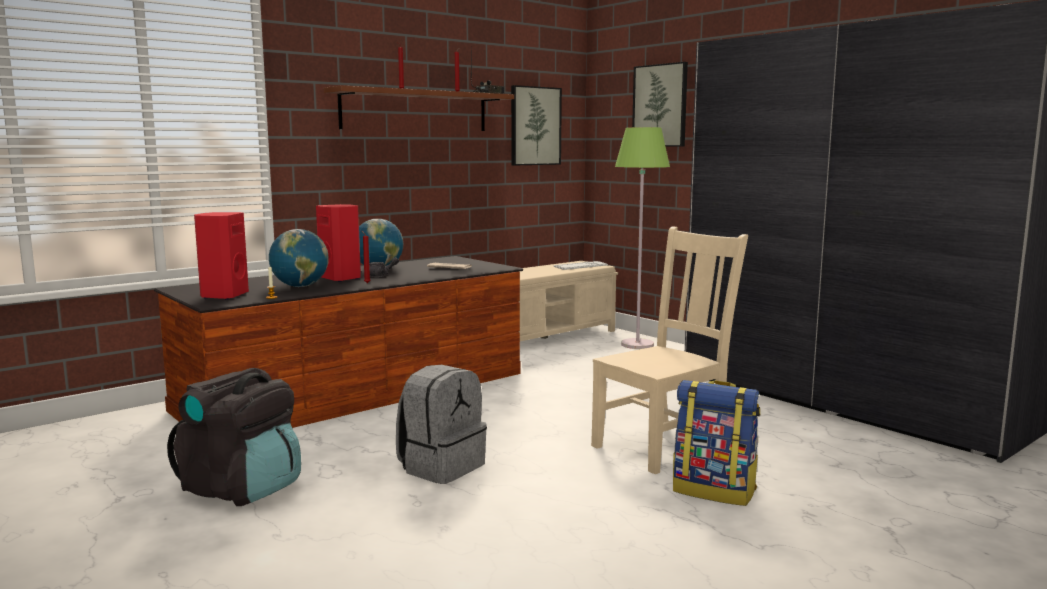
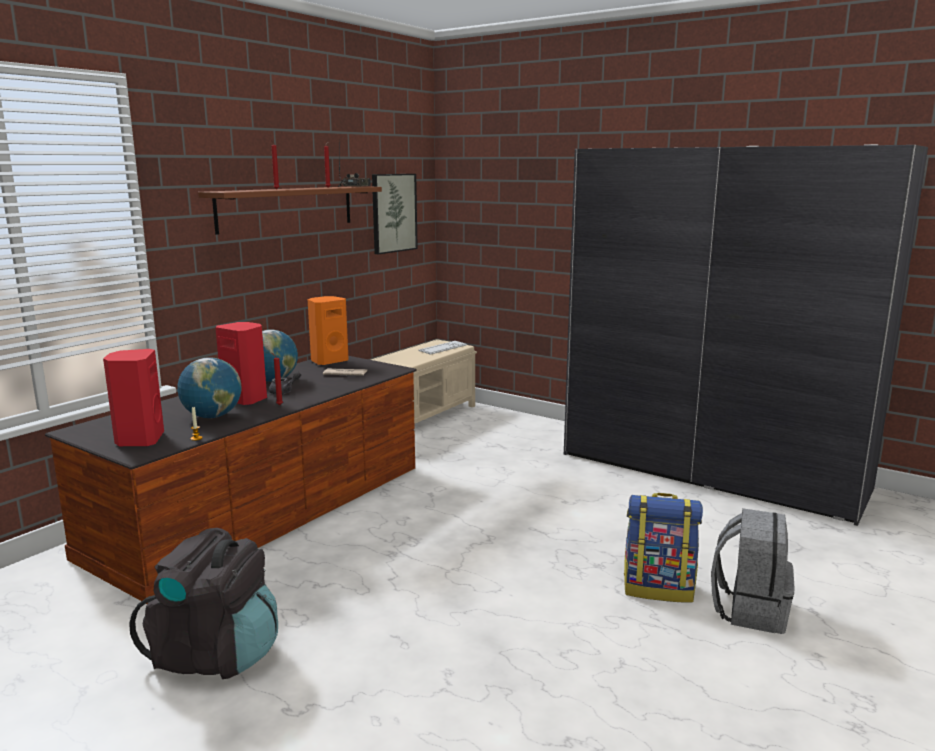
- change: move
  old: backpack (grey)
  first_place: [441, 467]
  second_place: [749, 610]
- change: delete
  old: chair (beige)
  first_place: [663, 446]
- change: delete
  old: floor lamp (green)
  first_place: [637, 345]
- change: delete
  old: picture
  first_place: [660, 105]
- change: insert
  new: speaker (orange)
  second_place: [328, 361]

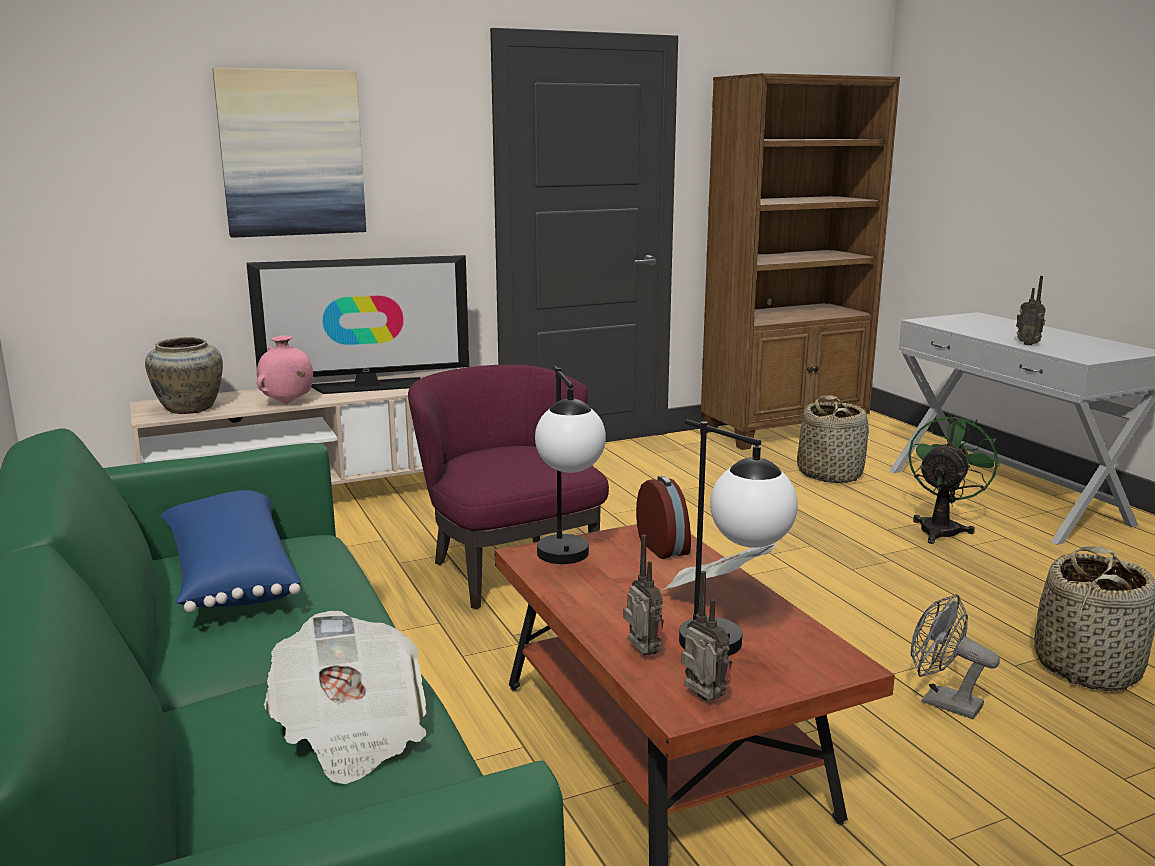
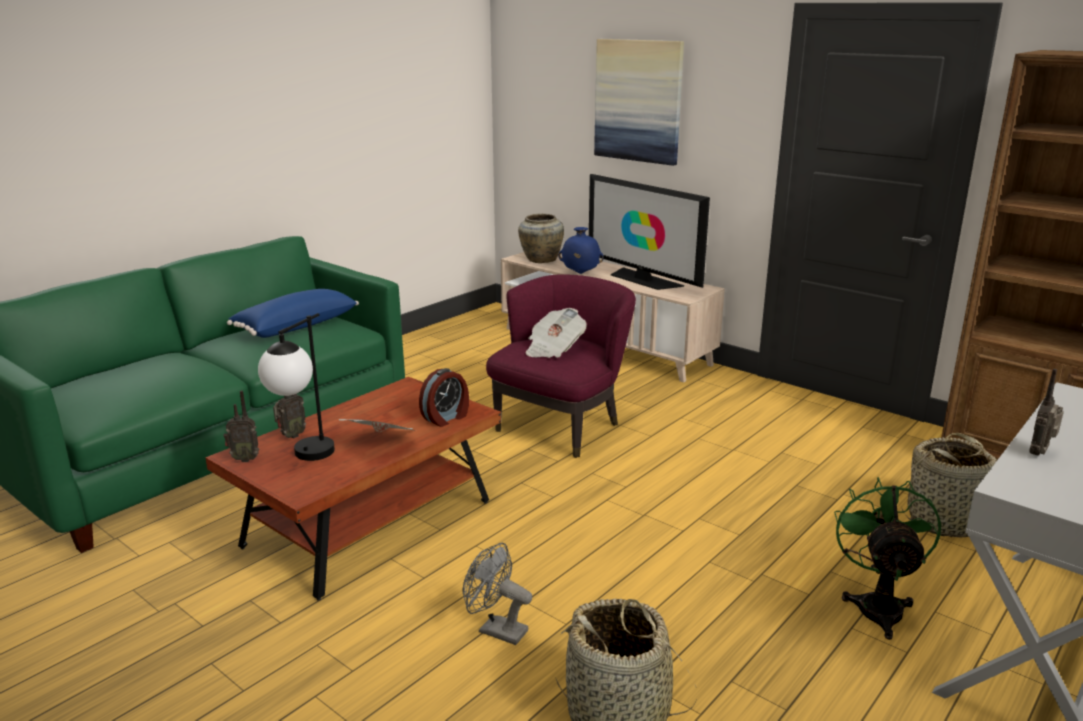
- change: recolor
  old: vase (pink)
  new: vase (blue)
  first_place: [287, 403]
  second_place: [580, 273]
- change: move
  old: newspaper
  first_place: [350, 732]
  second_place: [553, 349]
- change: delete
  old: table lamp
  first_place: [567, 562]
- change: rotate
  old: radio
  first_place: [702, 700]
  second_place: [245, 459]
  degrees: 60
- change: rotate
  old: fan (green)
  first_place: [942, 528]
  second_place: [877, 605]
  degrees: -90
- change: rotate
  old: fan (grey)
  first_place: [942, 702]
  second_place: [496, 630]
  degrees: -75

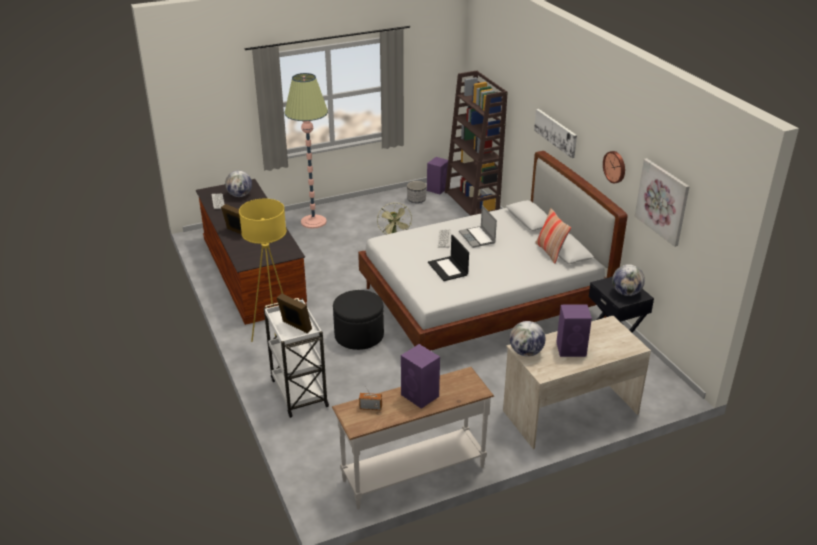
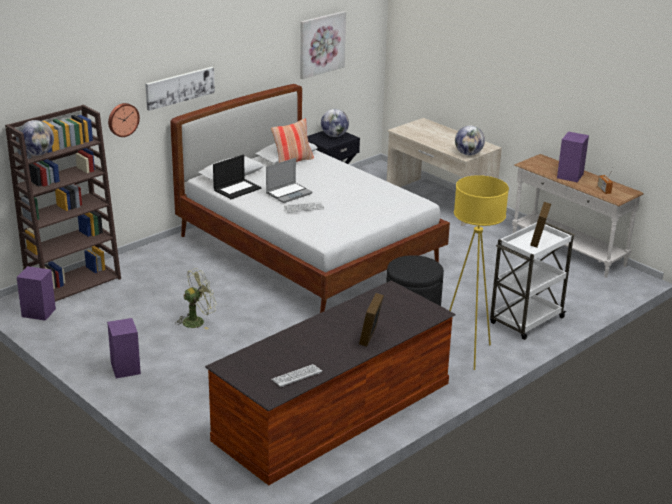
- change: move
  old: globe
  first_place: [240, 195]
  second_place: [37, 154]
- change: delete
  old: floor lamp
  first_place: [313, 222]
- change: delete
  old: planter
  first_place: [416, 200]
- change: move
  old: laptop
  first_place: [448, 269]
  second_place: [237, 189]
- change: move
  old: speaker (purple)
  first_place: [572, 349]
  second_place: [125, 368]
- change: move
  old: wall clock
  first_place: [615, 166]
  second_place: [122, 119]

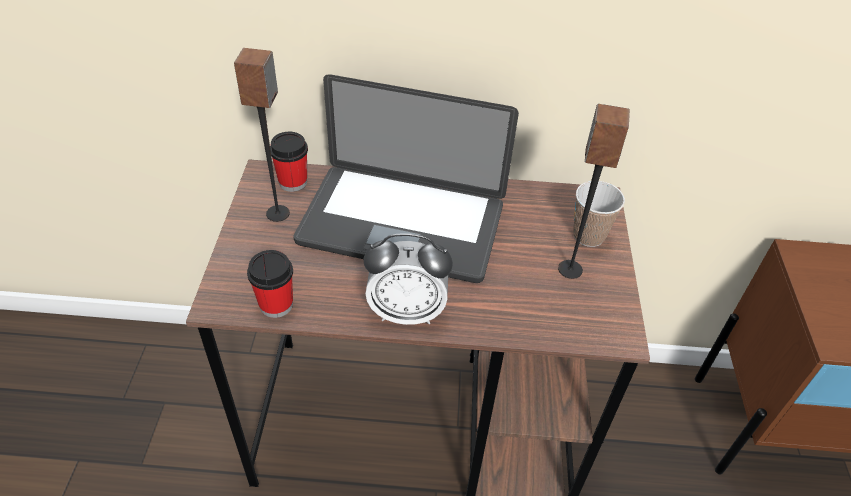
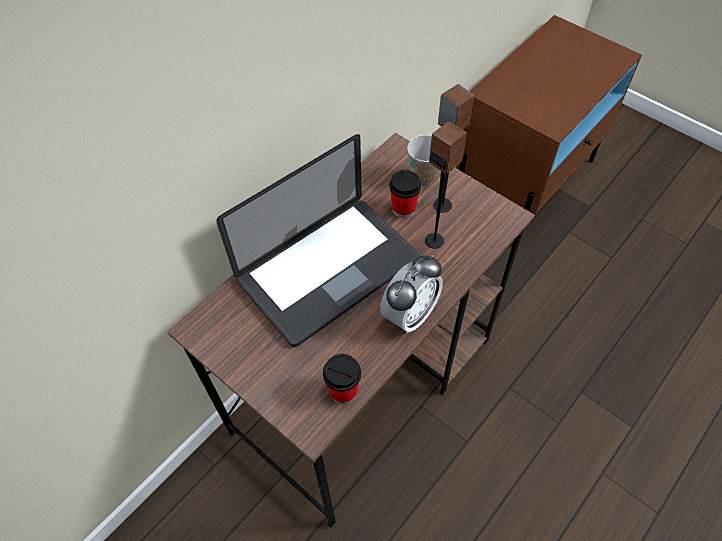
- change: move
  old: speaker
  first_place: [278, 213]
  second_place: [434, 240]
- change: move
  old: cup
  first_place: [293, 182]
  second_place: [403, 208]

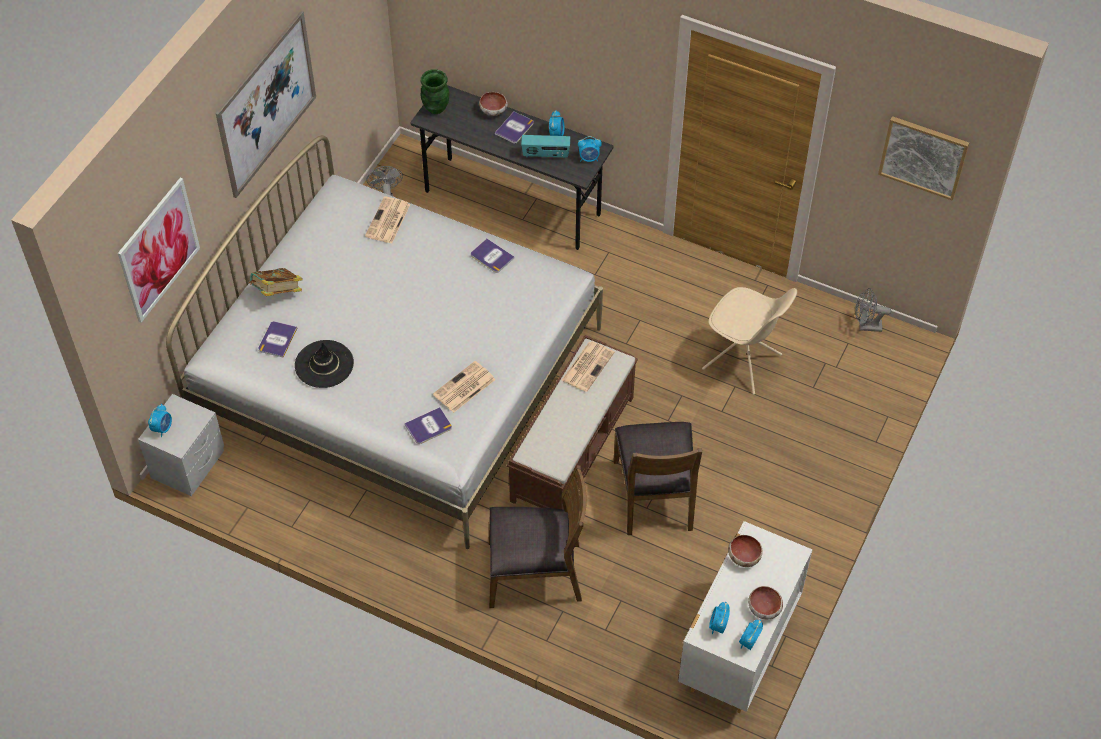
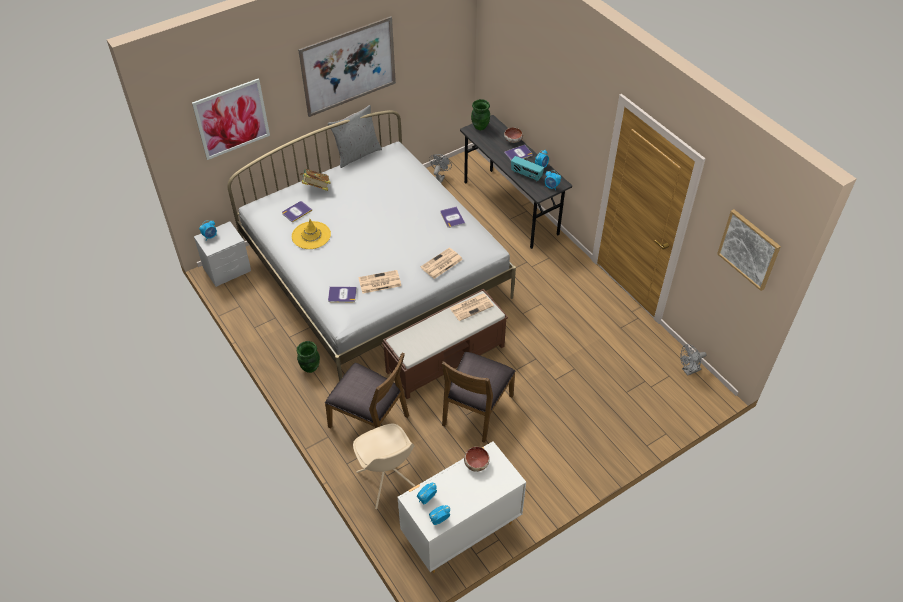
- change: recolor
  old: hat (black)
  new: hat (yellow)
  first_place: [324, 364]
  second_place: [311, 235]
- change: move
  old: newspaper
  first_place: [388, 221]
  second_place: [441, 264]
- change: move
  old: chair (beige)
  first_place: [743, 363]
  second_place: [387, 482]
- change: delete
  old: bowl
  first_place: [765, 608]
- change: rotate
  old: fan (grey)
  first_place: [866, 326]
  second_place: [689, 371]
  degrees: -60
- change: insert
  new: vase (green)
  second_place: [310, 367]
- change: insert
  new: pillow (grey)
  second_place: [357, 154]

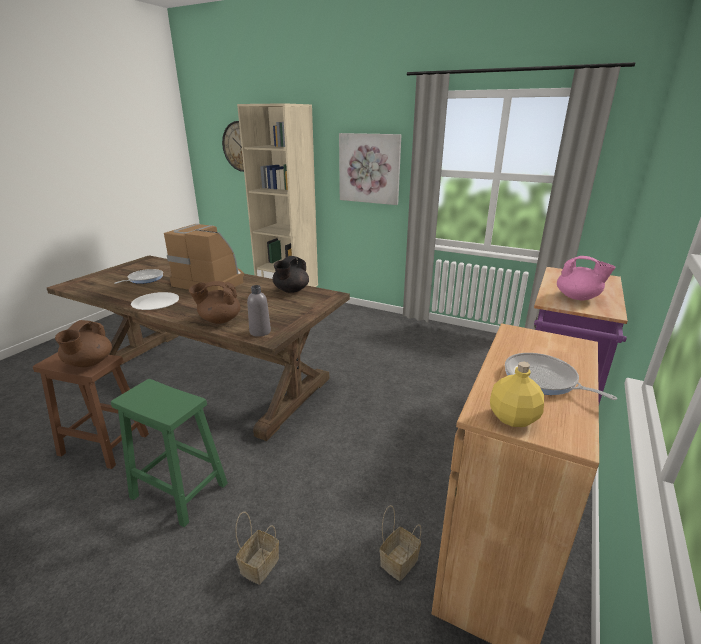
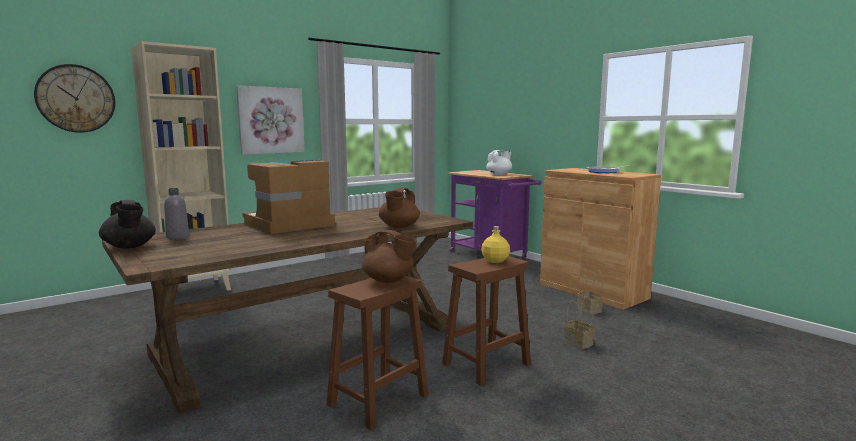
- change: recolor
  old: stool (green)
  new: stool (brown)
  first_place: [178, 490]
  second_place: [485, 364]
- change: delete
  old: frying pan
  first_place: [144, 279]
- change: delete
  old: plate (white)
  first_place: [155, 302]
- change: move
  old: bottle (grey)
  first_place: [260, 332]
  second_place: [178, 237]
- change: move
  old: teapot (black)
  first_place: [291, 290]
  second_place: [130, 247]
- change: move
  old: bottle (yellow)
  first_place: [513, 418]
  second_place: [495, 261]
- change: recolor
  old: teapot (pink)
  new: teapot (white)
  first_place: [578, 297]
  second_place: [499, 174]

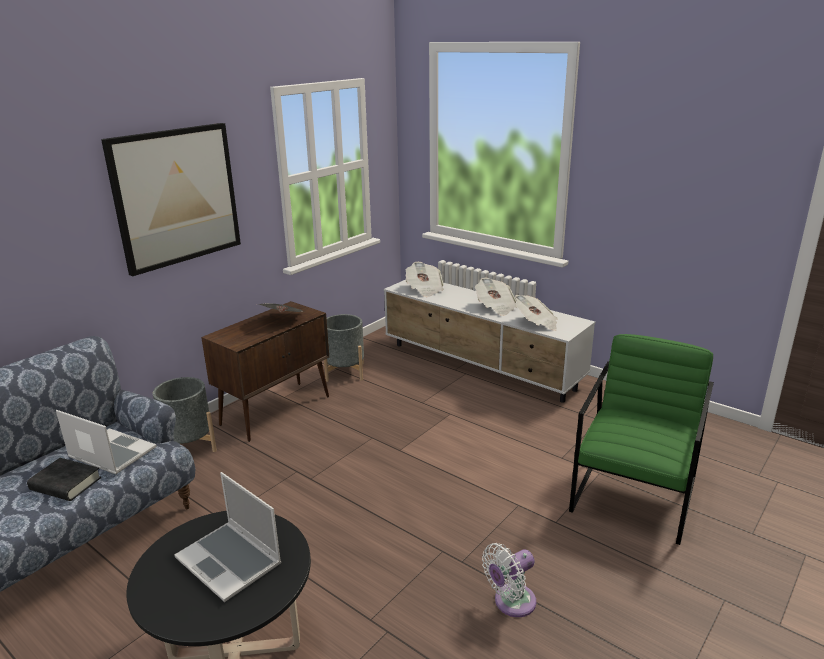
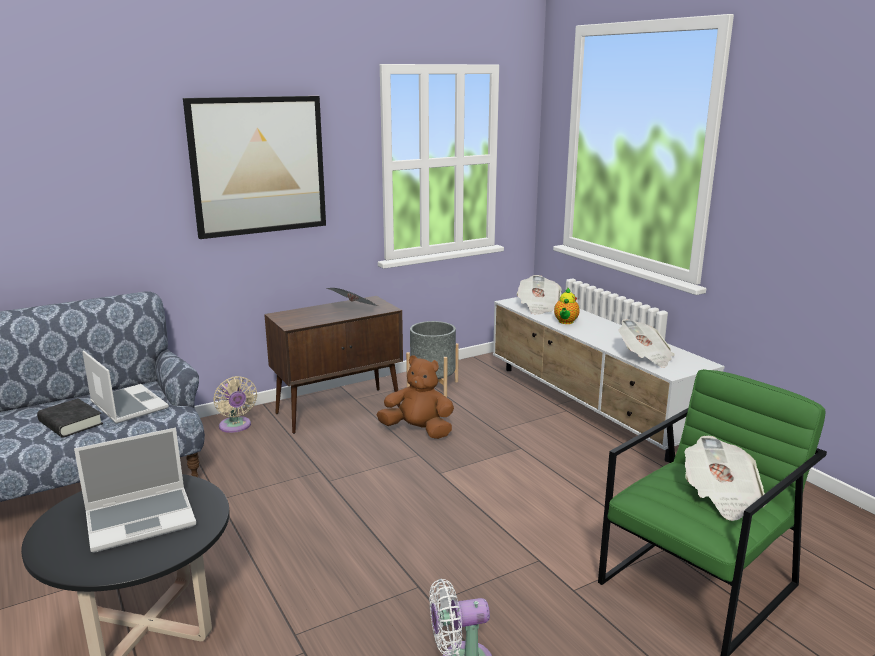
- change: replace
  old: planter (grey)
  new: fan (beige)
  first_place: [189, 446]
  second_place: [236, 427]
- change: rotate
  old: laptop
  first_place: [230, 561]
  second_place: [142, 519]
  degrees: -90
- change: move
  old: newspaper
  first_place: [496, 307]
  second_place: [721, 497]
- change: insert
  new: plush toy (brown)
  second_place: [418, 431]
- change: insert
  new: teapot
  second_place: [565, 322]

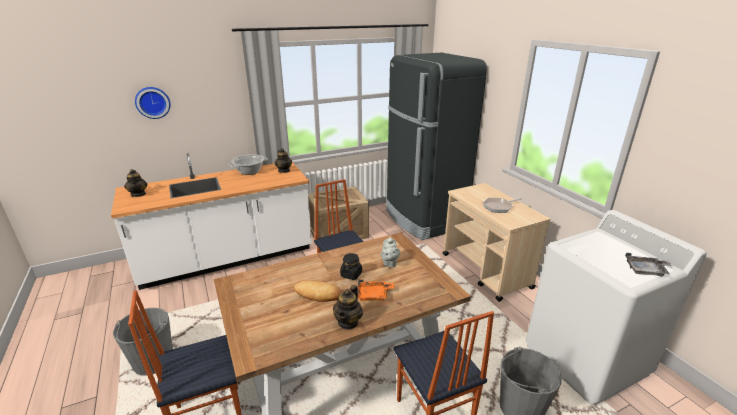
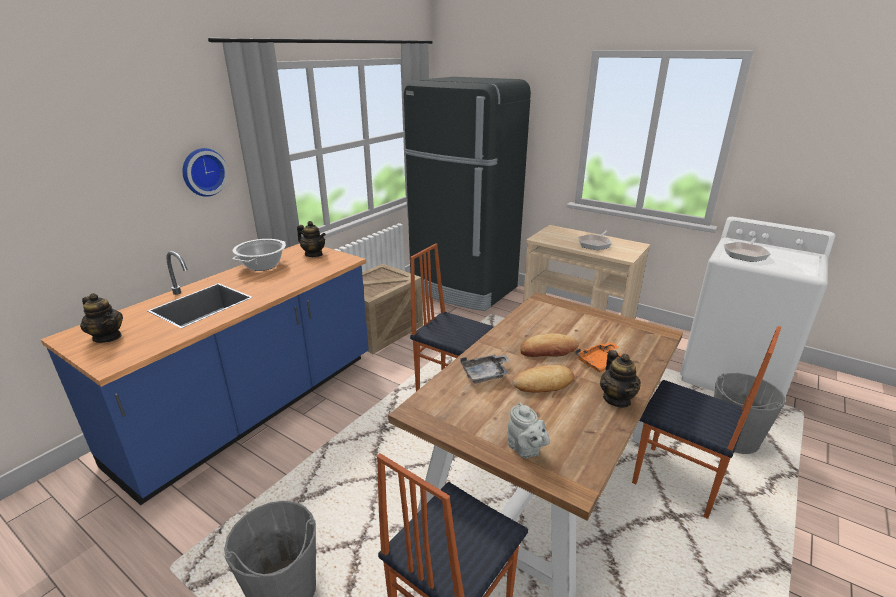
- change: recolor
  old: counter (white)
  new: counter (blue)
  first_place: [228, 258]
  second_place: [254, 408]
- change: move
  old: wall clock
  first_place: [153, 102]
  second_place: [203, 172]
- change: replace
  old: jar (black)
  new: bread
  first_place: [351, 274]
  second_place: [548, 350]
- change: move
  old: teapot (grey)
  first_place: [389, 263]
  second_place: [525, 449]
- change: move
  old: tray (grey)
  first_place: [646, 270]
  second_place: [485, 374]
- change: insert
  new: frying pan
  second_place: [745, 254]

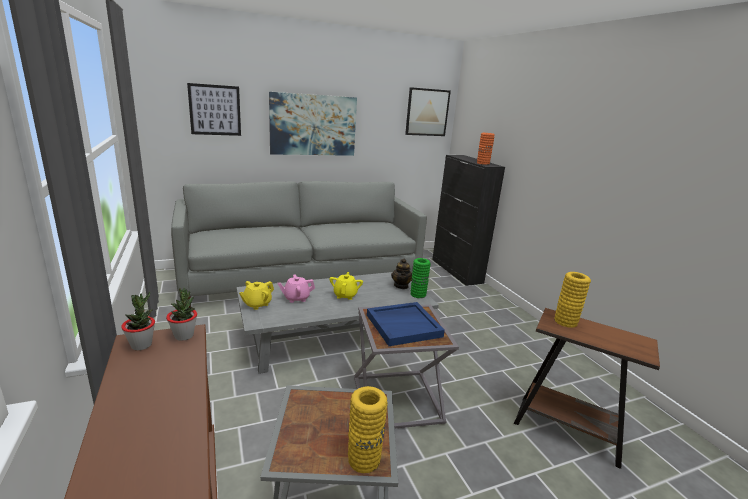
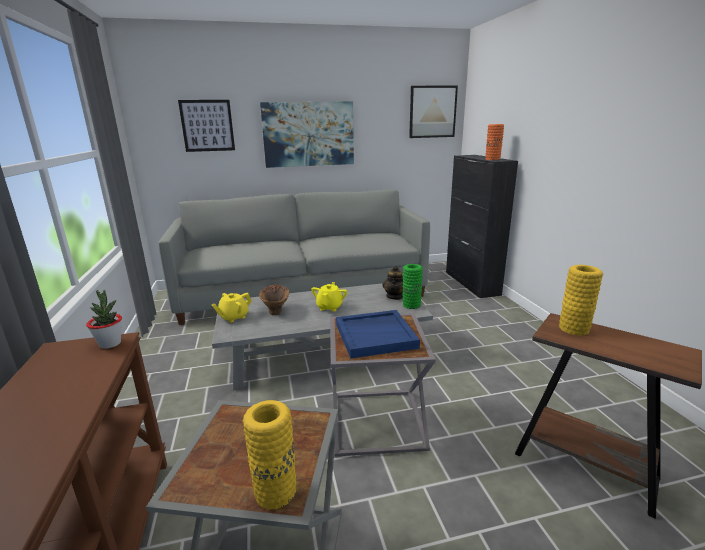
- change: delete
  old: potted plant
  first_place: [141, 345]
- change: replace
  old: teapot (pink)
  new: vase (brown)
  first_place: [296, 298]
  second_place: [276, 310]

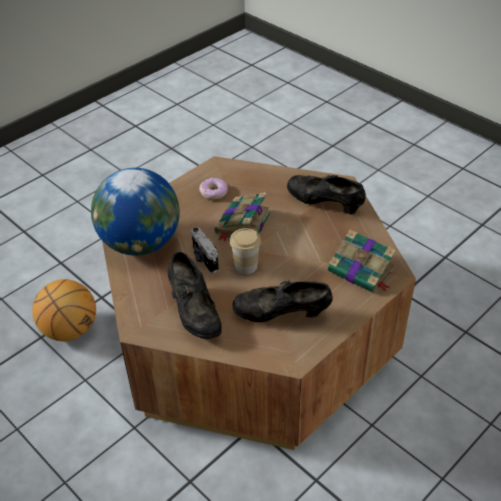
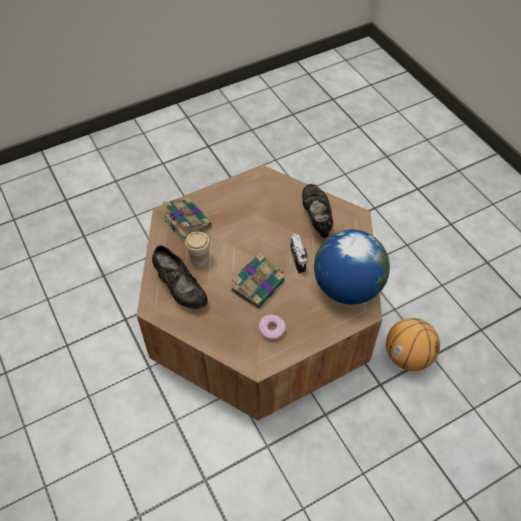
- change: move
  old: cup
  first_place: [246, 266]
  second_place: [199, 259]
- change: delete
  old: shoe (black)
  first_place: [281, 315]

